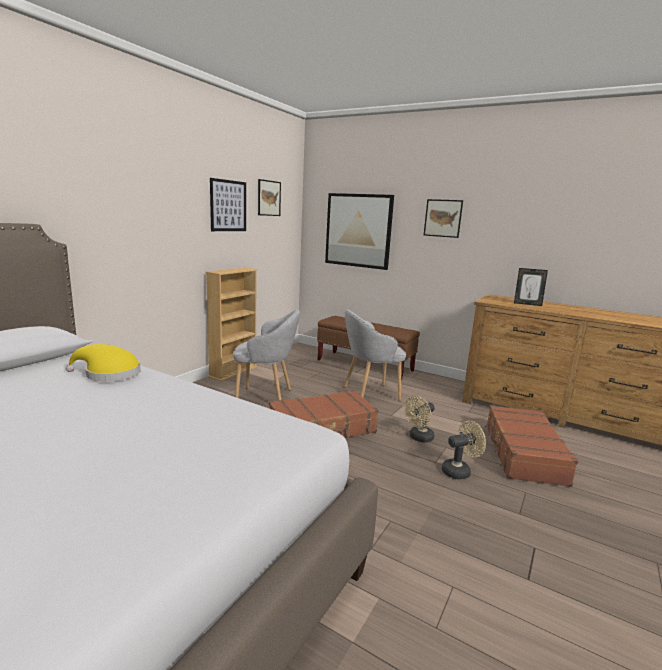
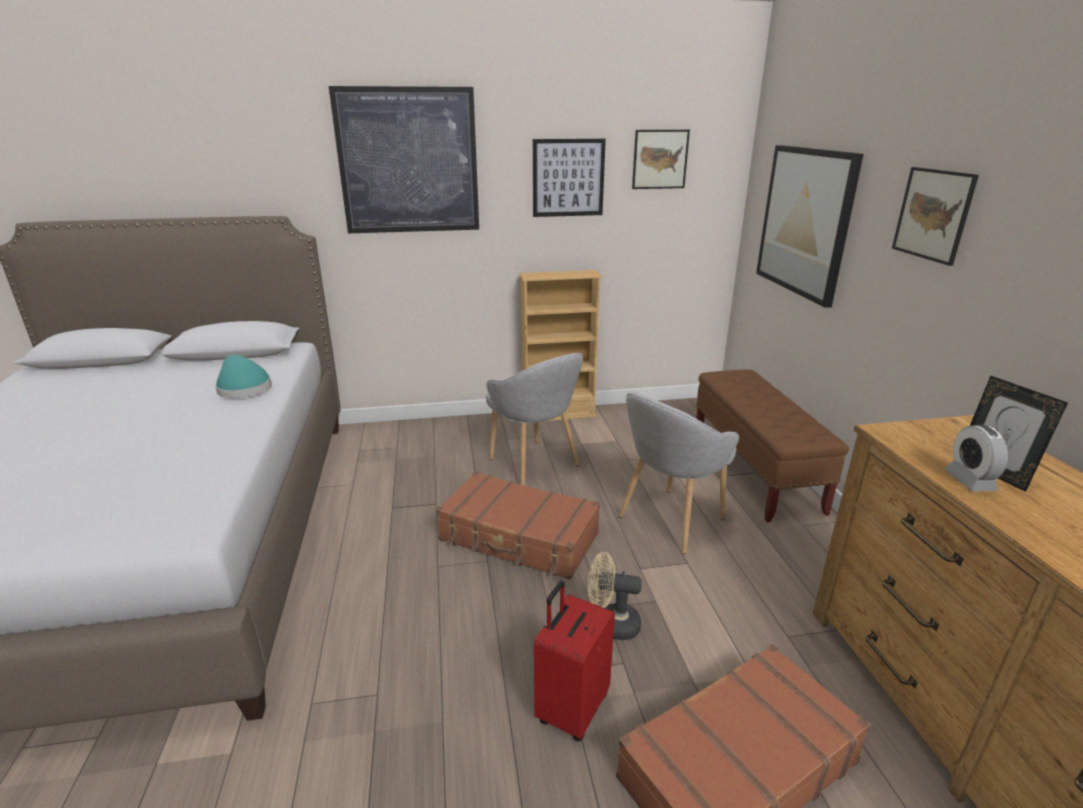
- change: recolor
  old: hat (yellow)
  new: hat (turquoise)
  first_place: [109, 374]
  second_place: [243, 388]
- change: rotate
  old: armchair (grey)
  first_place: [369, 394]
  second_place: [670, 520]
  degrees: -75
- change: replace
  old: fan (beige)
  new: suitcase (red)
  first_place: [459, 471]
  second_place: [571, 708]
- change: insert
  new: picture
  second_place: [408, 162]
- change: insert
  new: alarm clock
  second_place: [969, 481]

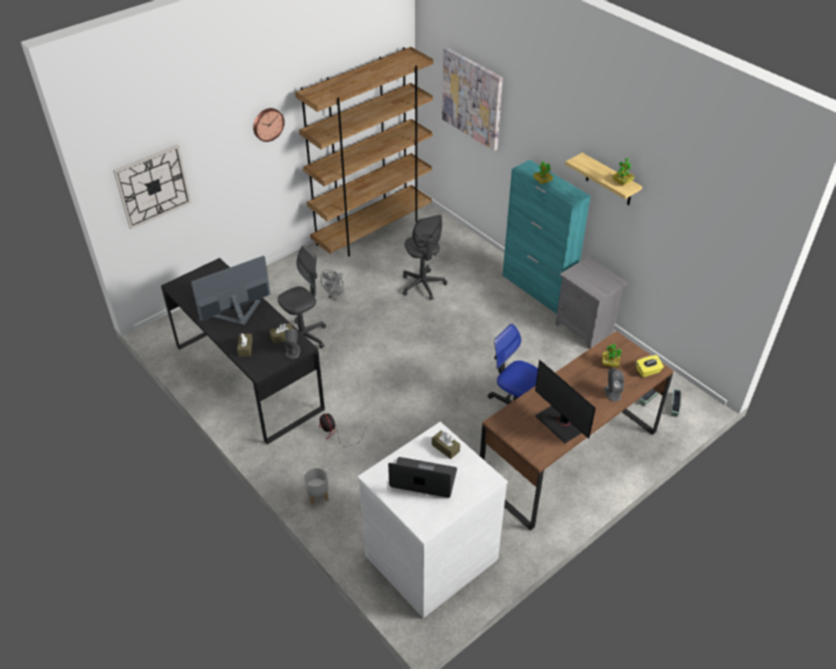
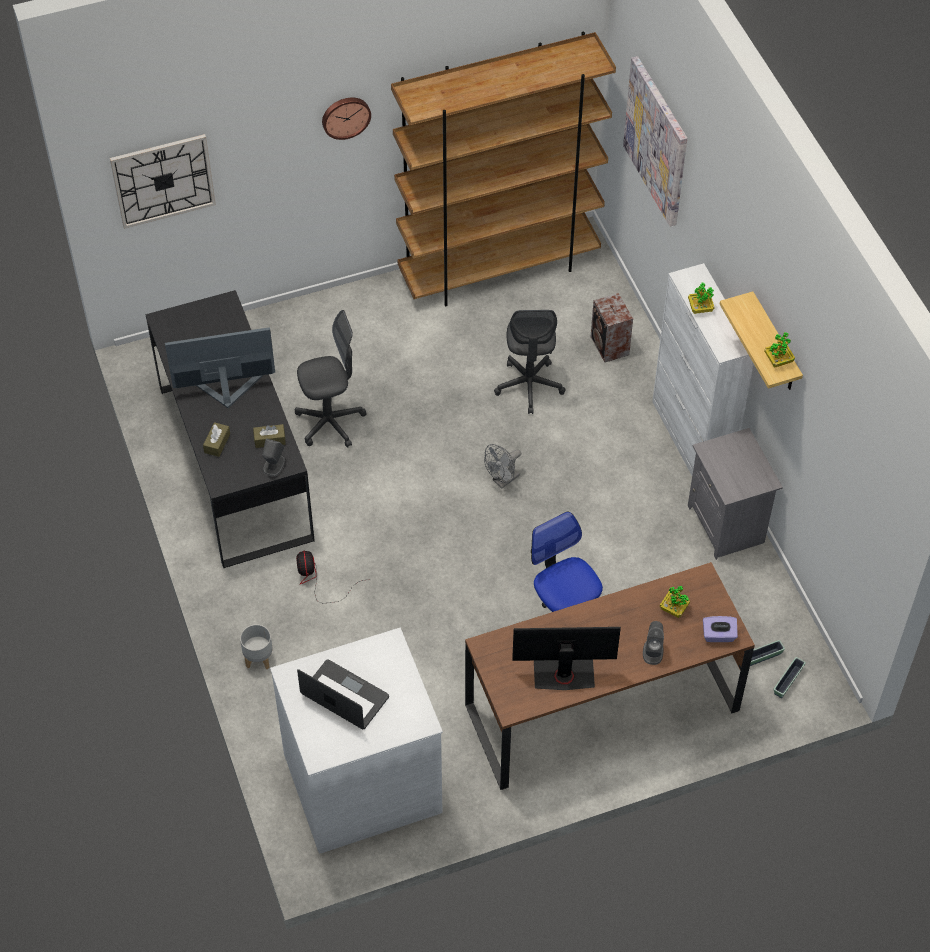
- change: move
  old: fan (grey)
  first_place: [335, 297]
  second_place: [503, 480]
- change: delete
  old: tissue box (brown)
  first_place: [445, 448]
- change: recolor
  old: cabinet (turquoise)
  new: cabinet (white)
  first_place: [537, 289]
  second_place: [691, 440]
- change: rotate
  old: monitor
  first_place: [561, 423]
  second_place: [563, 672]
  degrees: 105
- change: recolor
  old: tissue box (yellow)
  new: tissue box (purple)
  first_place: [648, 371]
  second_place: [718, 635]
- change: insert
  new: speaker
  second_place: [609, 347]

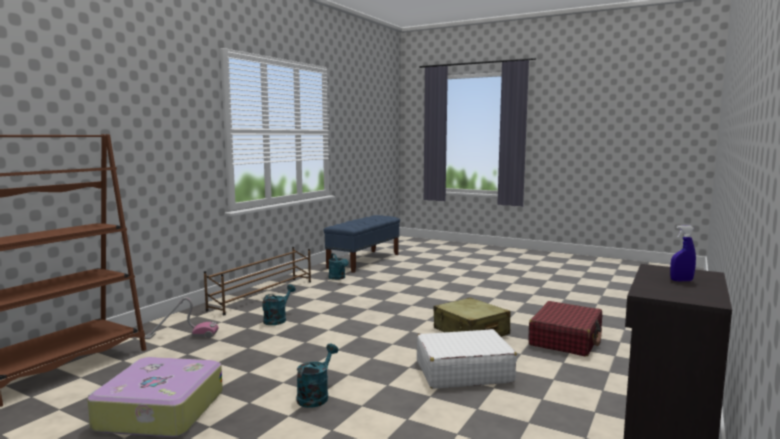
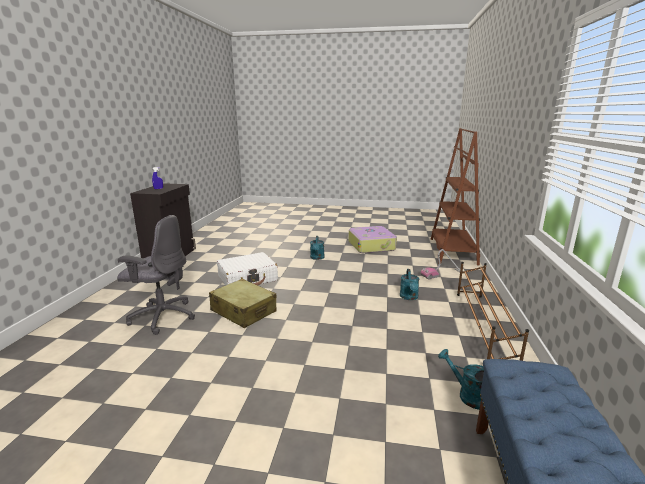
- change: replace
  old: suitcase (red)
  new: office chair (grey)
  first_place: [566, 339]
  second_place: [162, 317]

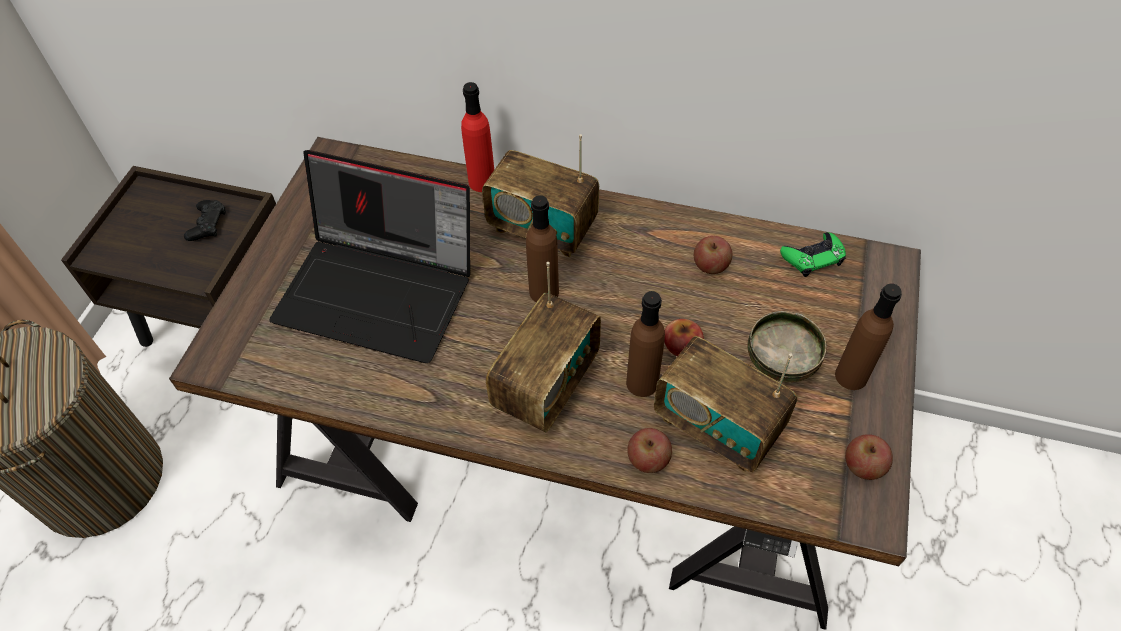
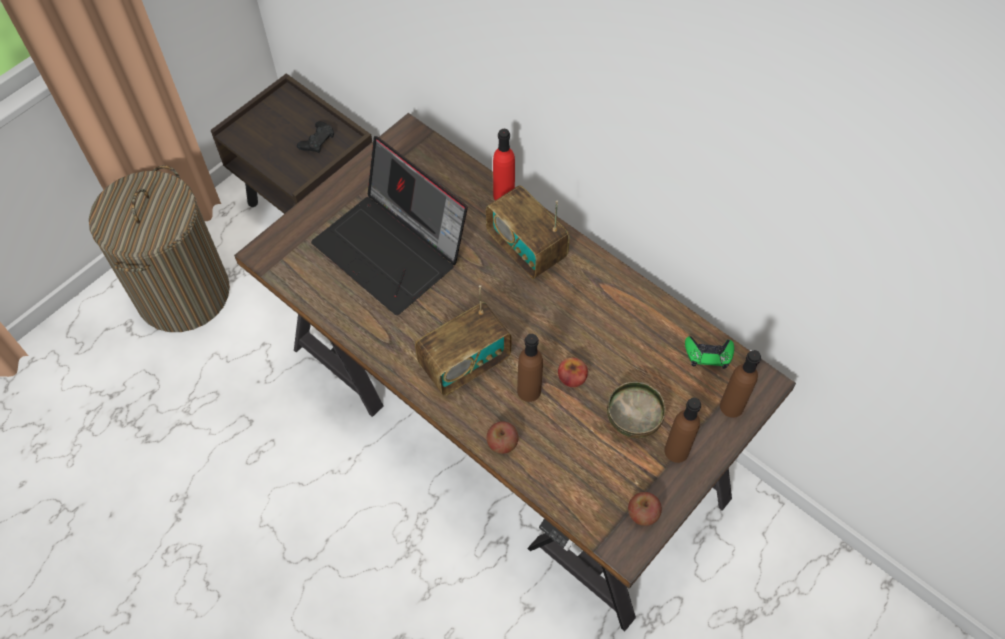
- change: move
  old: bottle (brown)
  first_place: [544, 292]
  second_place: [731, 406]
- change: delete
  old: radio
  first_place: [717, 426]
- change: delete
  old: apple
  first_place: [710, 265]

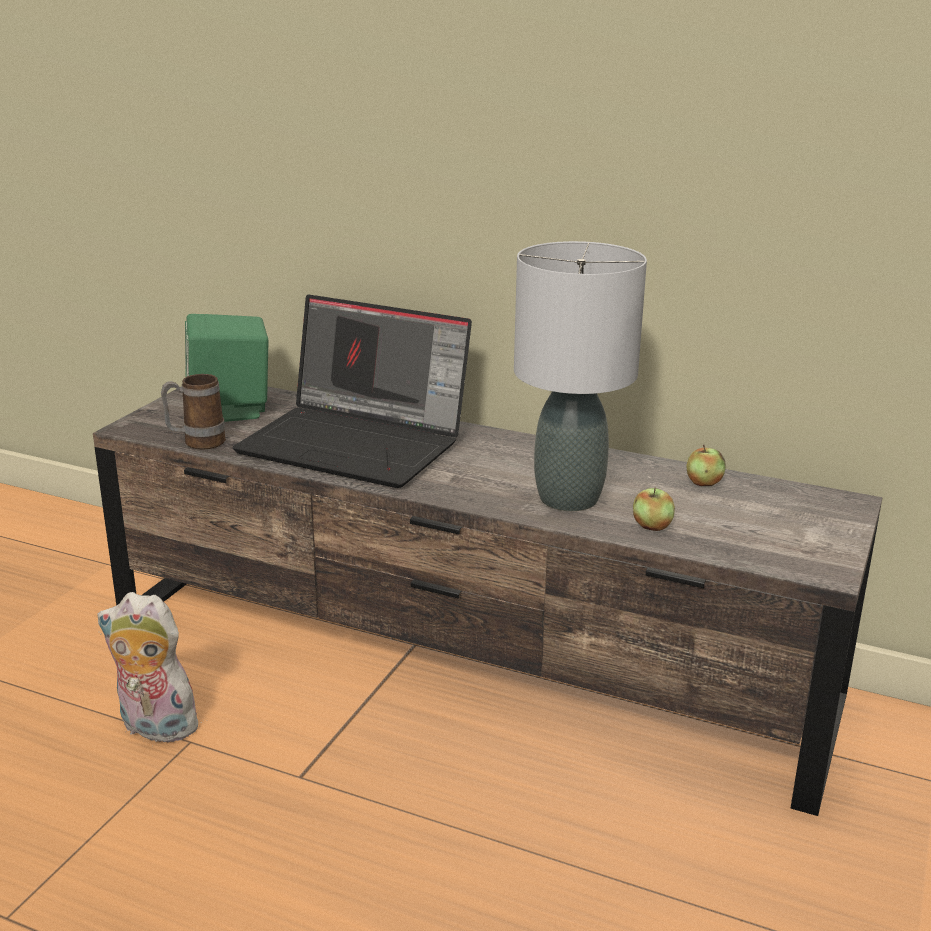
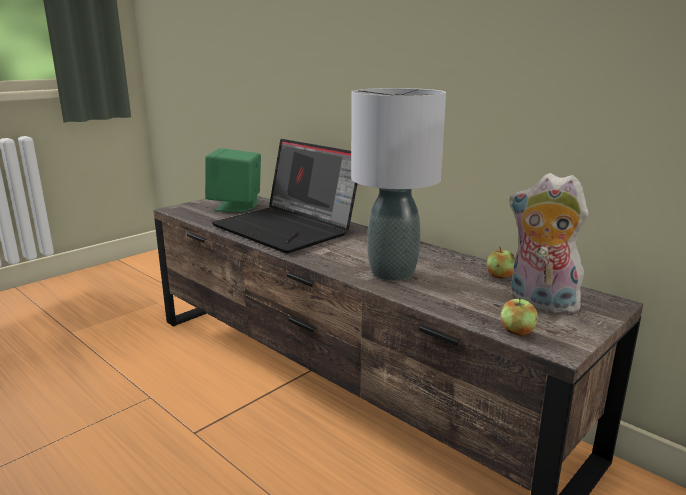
- change: move
  old: plush toy
  first_place: [153, 728]
  second_place: [539, 303]
- change: delete
  old: mug
  first_place: [196, 443]
- change: move
  old: apple
  first_place: [652, 526]
  second_place: [517, 331]

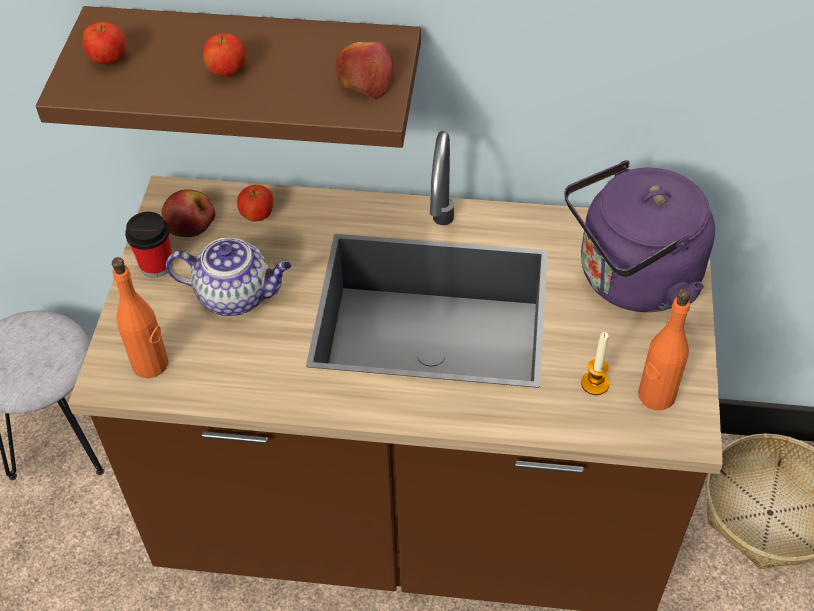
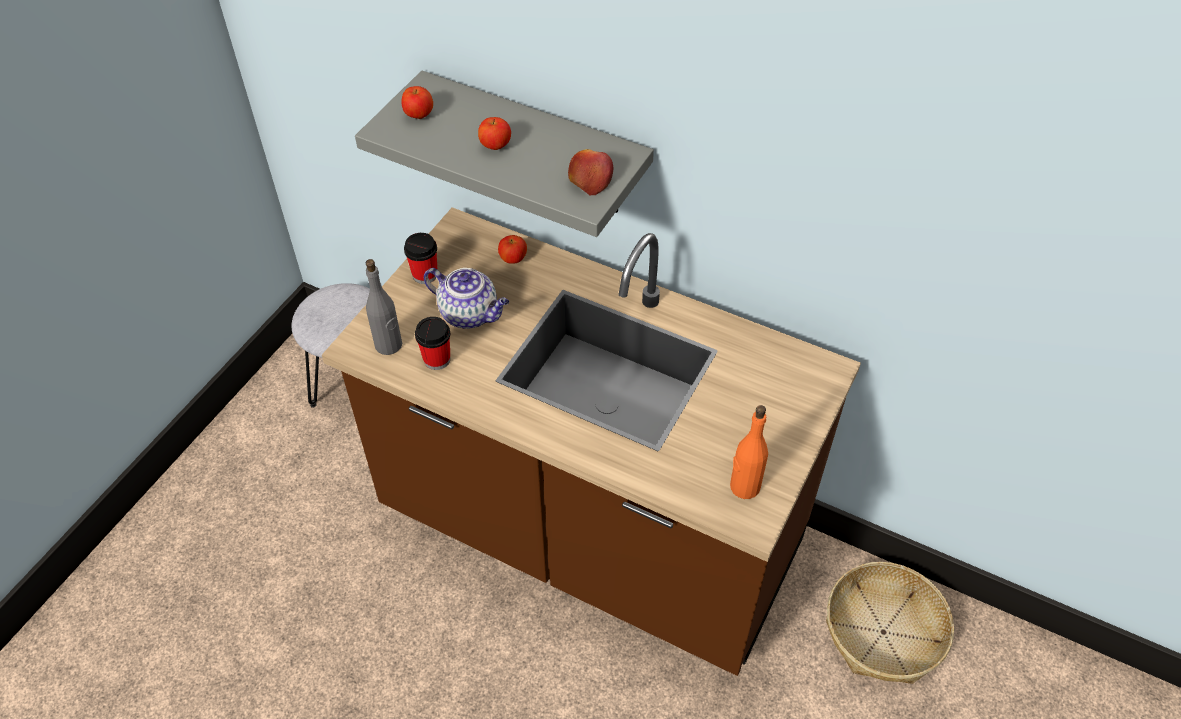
- change: recolor
  old: shelf (brown)
  new: shelf (grey)
  first_place: [257, 65]
  second_place: [535, 146]
- change: recolor
  old: bottle (orange)
  new: bottle (grey)
  first_place: [151, 364]
  second_place: [389, 345]
- change: delete
  old: apple
  first_place: [190, 221]
- change: delete
  old: kettle (purple)
  first_place: [631, 280]
- change: delete
  old: candle
  first_place: [595, 384]
- change: insert
  new: cup
  second_place: [437, 359]

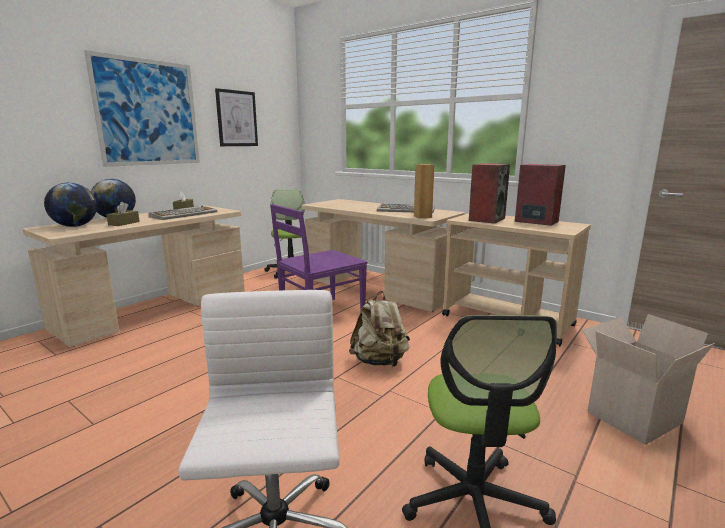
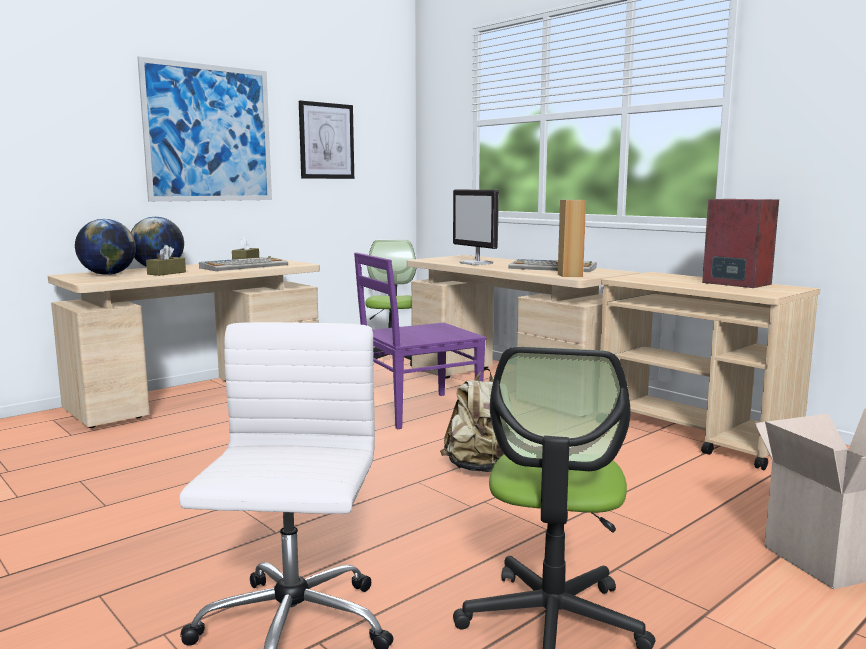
- change: delete
  old: speaker
  first_place: [486, 219]
- change: insert
  new: monitor
  second_place: [476, 263]

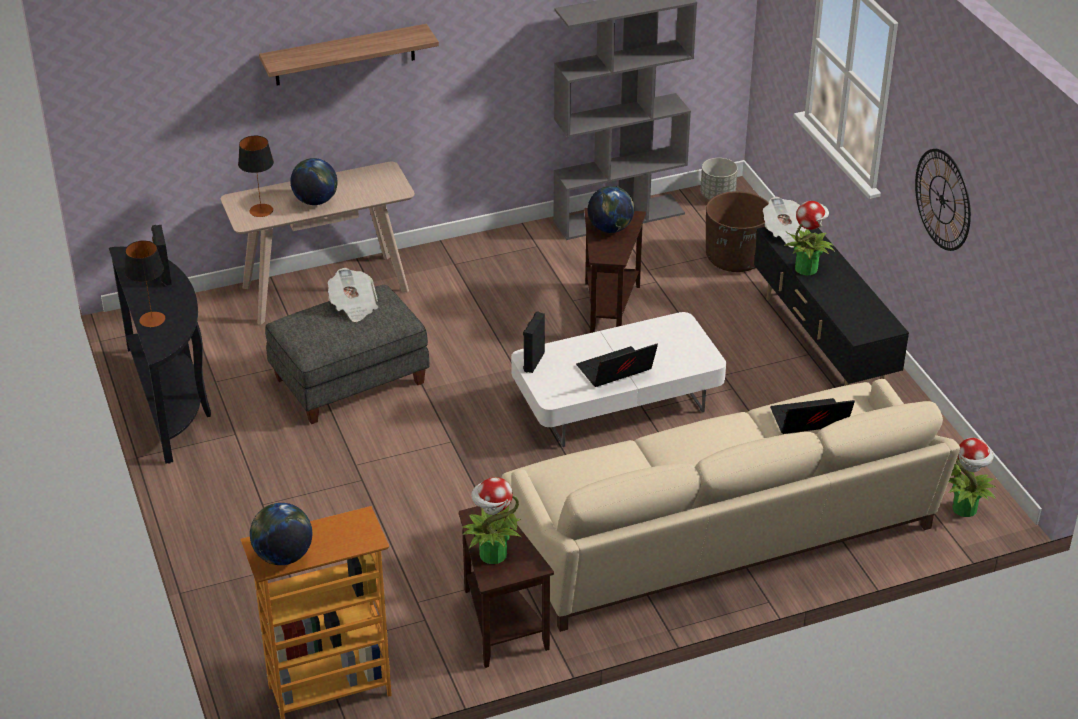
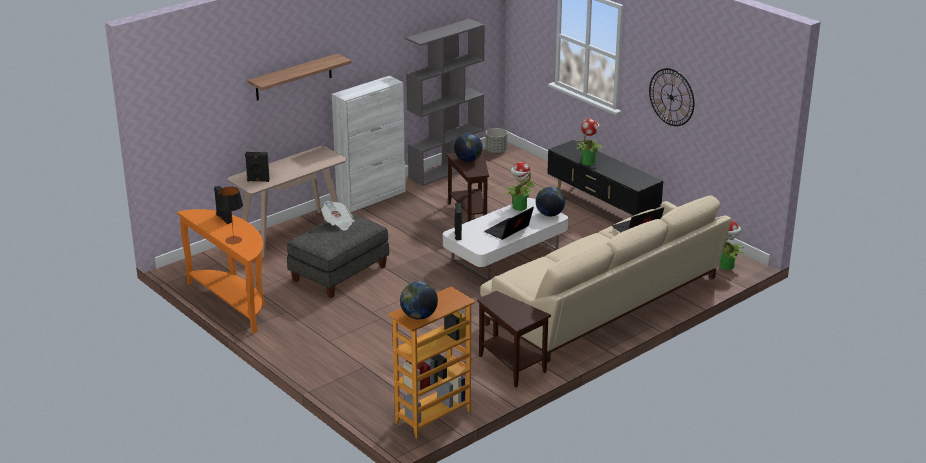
- change: recolor
  old: console table (black)
  new: console table (orange)
  first_place: [172, 399]
  second_place: [234, 302]
- change: replace
  old: table lamp
  new: speaker (black)
  first_place: [261, 210]
  second_place: [258, 180]
- change: move
  old: globe
  first_place: [315, 201]
  second_place: [550, 214]
- change: move
  old: potted plant
  first_place: [492, 555]
  second_place: [519, 207]
- change: delete
  old: planter (brown)
  first_place: [735, 258]
- change: delete
  old: newspaper
  first_place: [785, 233]
- change: insert
  new: cabinet (white)
  second_place: [372, 198]

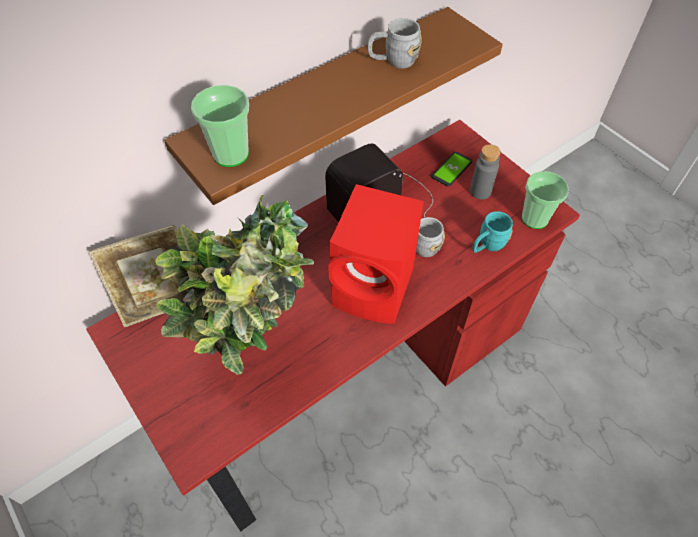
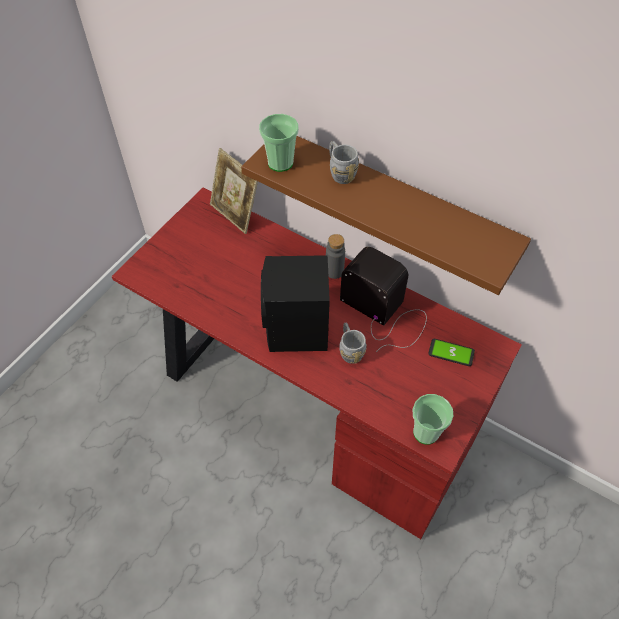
- change: delete
  old: potted plant
  first_place: [257, 366]
- change: recolor
  old: speaker (red)
  new: speaker (black)
  first_place: [376, 289]
  second_place: [297, 332]
- change: move
  old: mug (grey)
  first_place: [393, 61]
  second_place: [340, 172]
- change: move
  old: bottle (grey)
  first_place: [480, 191]
  second_place: [334, 271]
- change: delete
  old: mug (turquoise)
  first_place: [487, 246]

